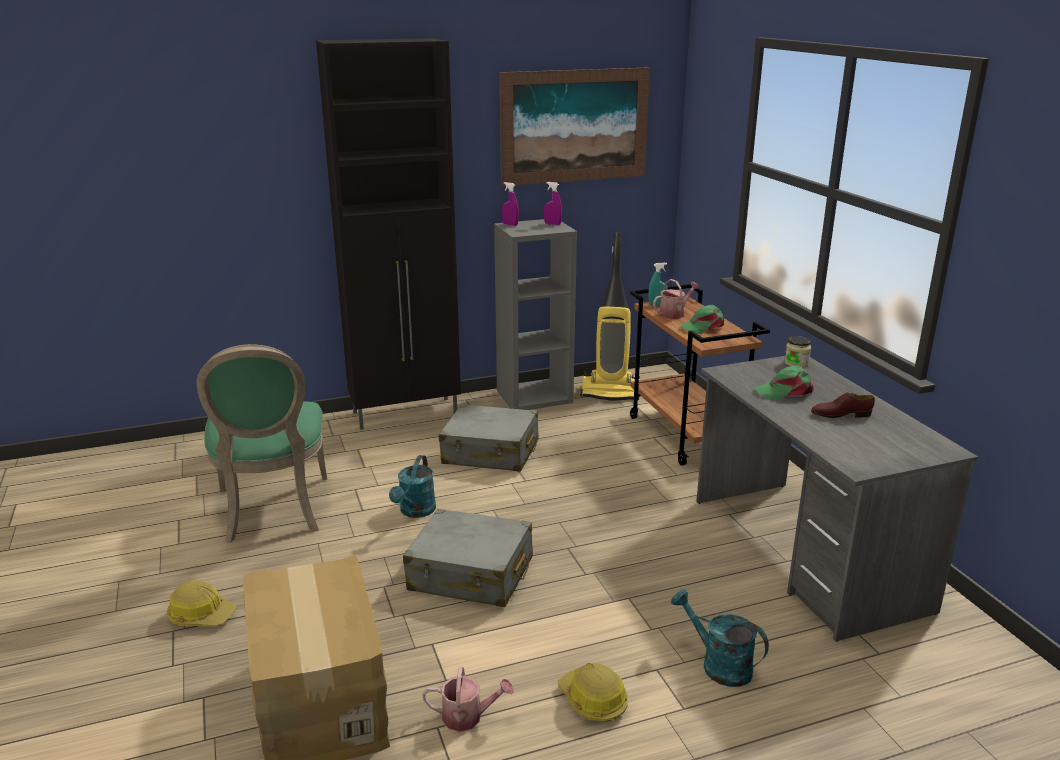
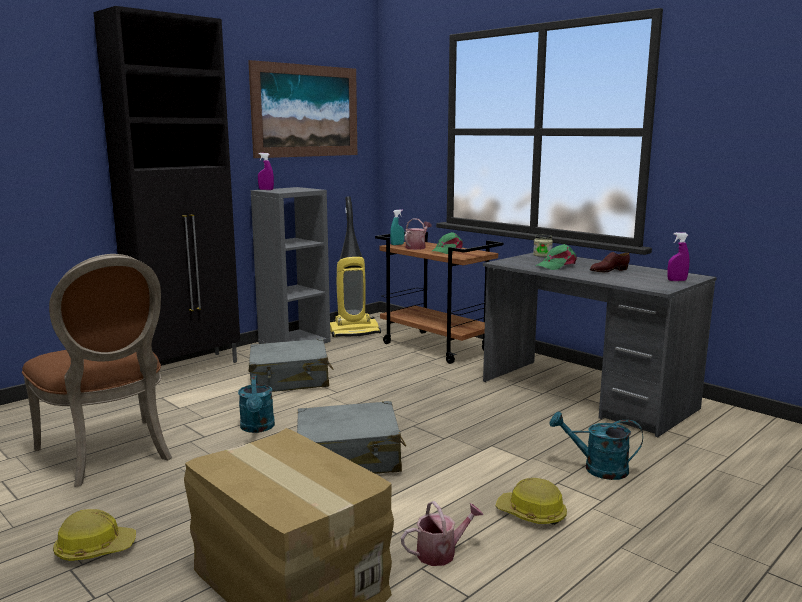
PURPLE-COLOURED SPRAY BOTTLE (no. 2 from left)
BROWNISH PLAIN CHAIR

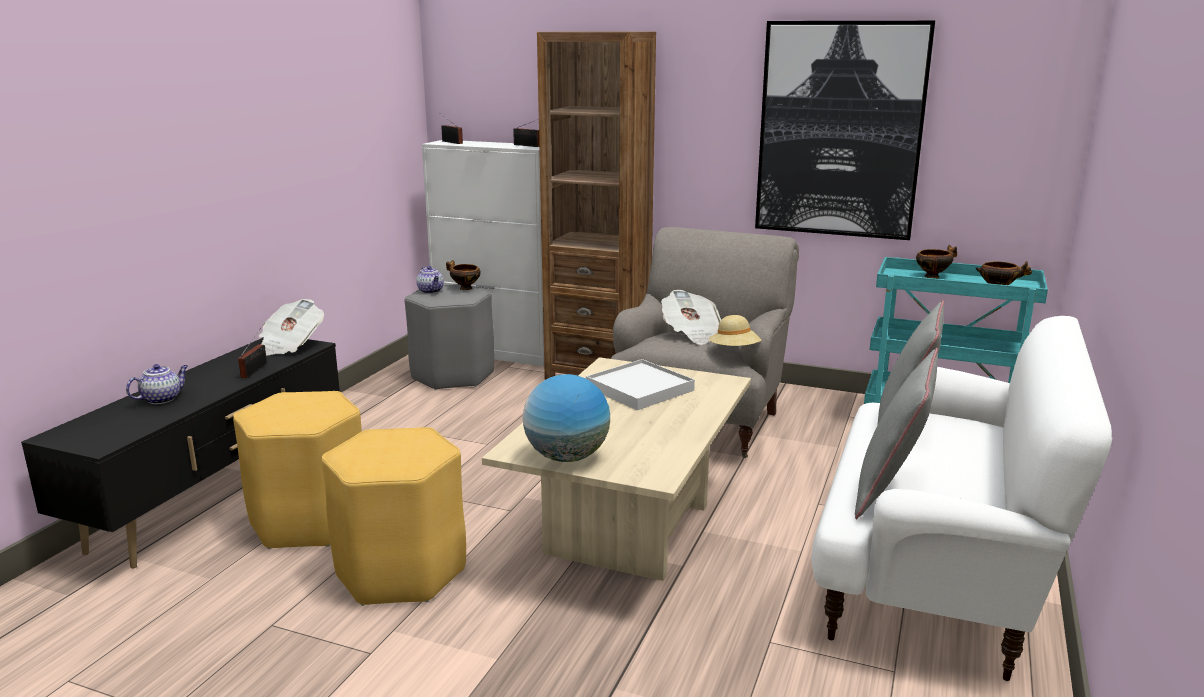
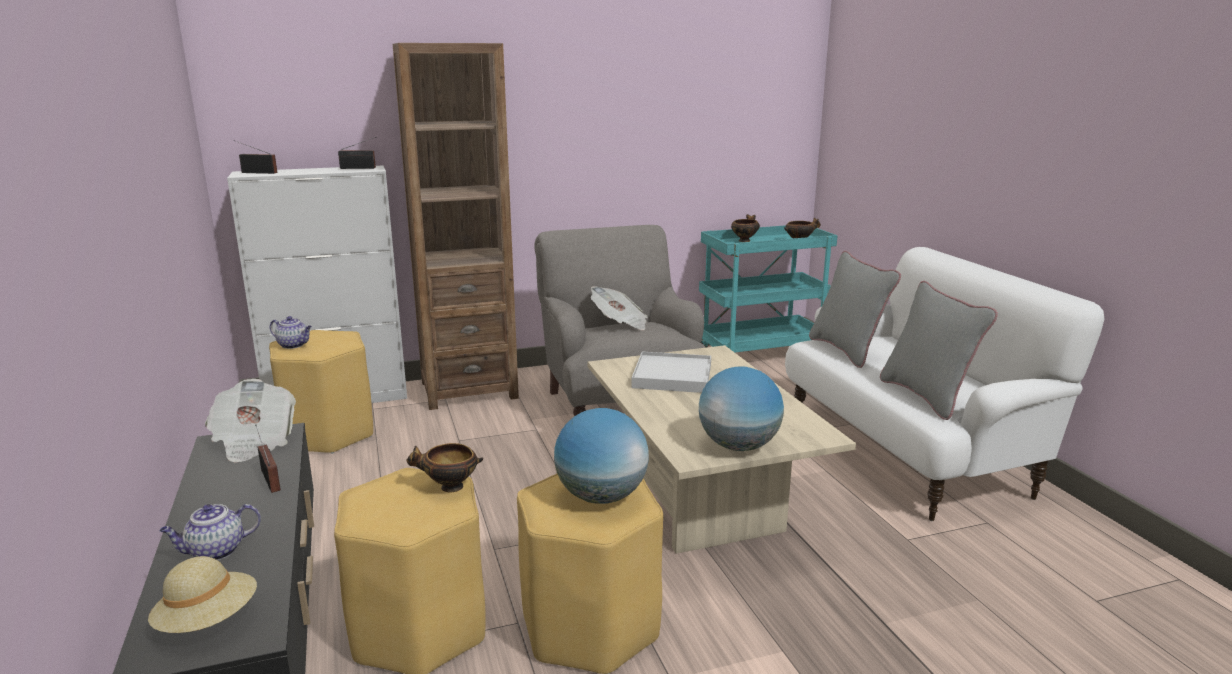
WALL ART
WORLD GLOBE (no. 1 from left)
SERVING BOWL (no. 1 from left)
BEIGE WEARABLE HAT
YELLOW STOOL SEAT (no. 1 from left)
TEA POT (no. 1 from left)

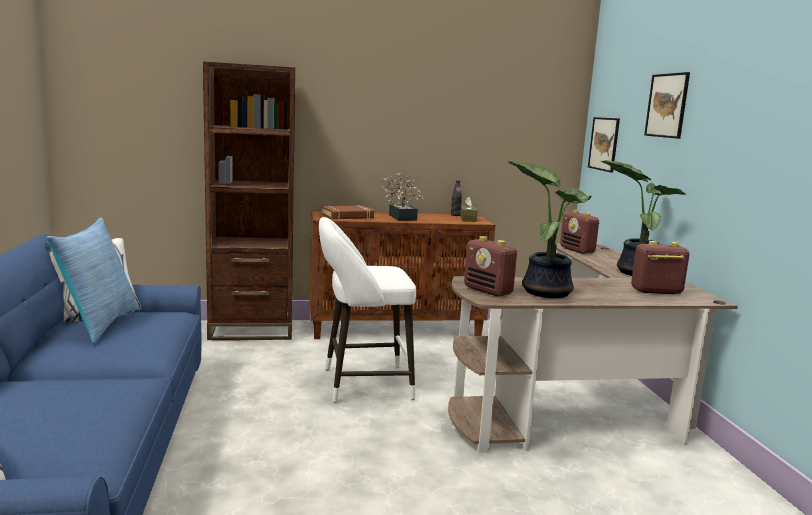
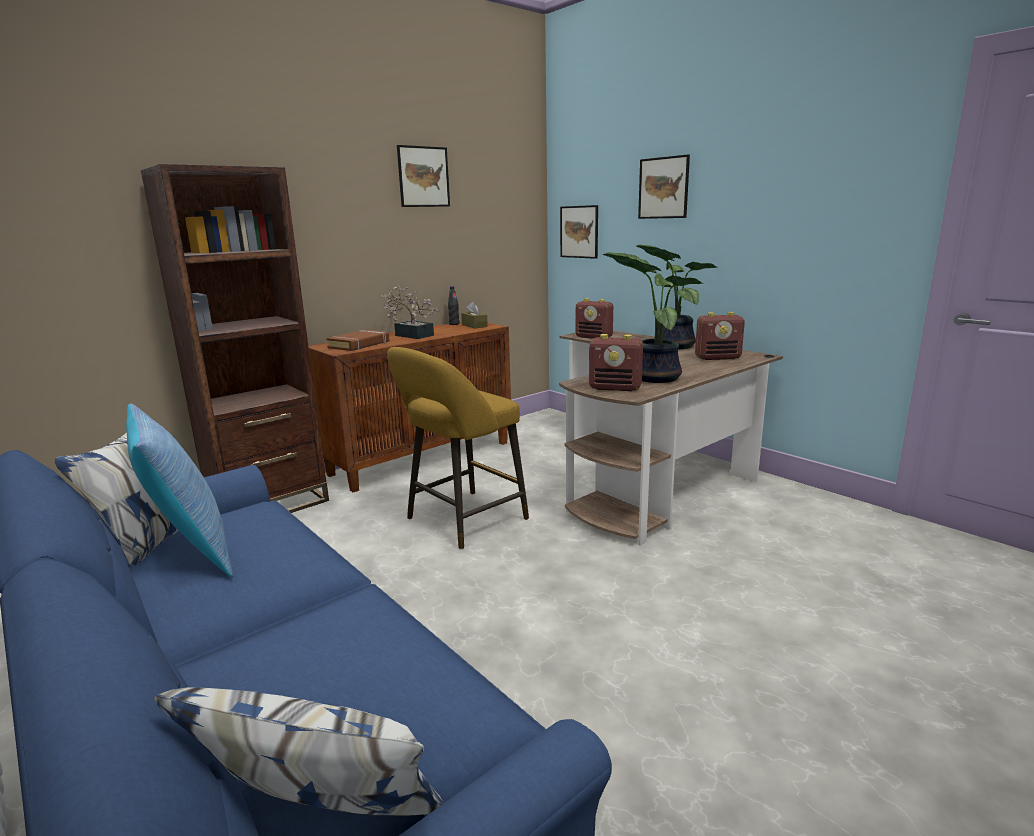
WALL ART (no. 1 from left)
YELLOW STOOL SEAT
RADIO SET (no. 3 from left)

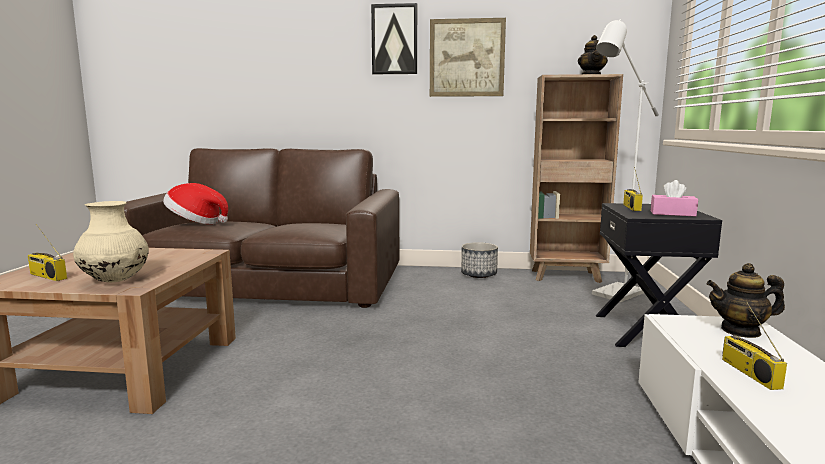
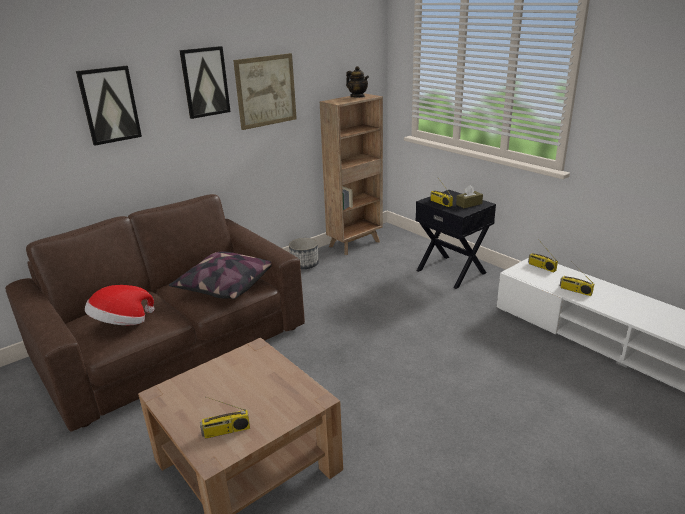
BEIGE VASE
WHITE-COLOURED STANDARD LAMP
WALL ART (no. 1 from left)
THROW PILLOW
RADIO SET (no. 3 from left)
BROWNISH BOX OF TISSUES

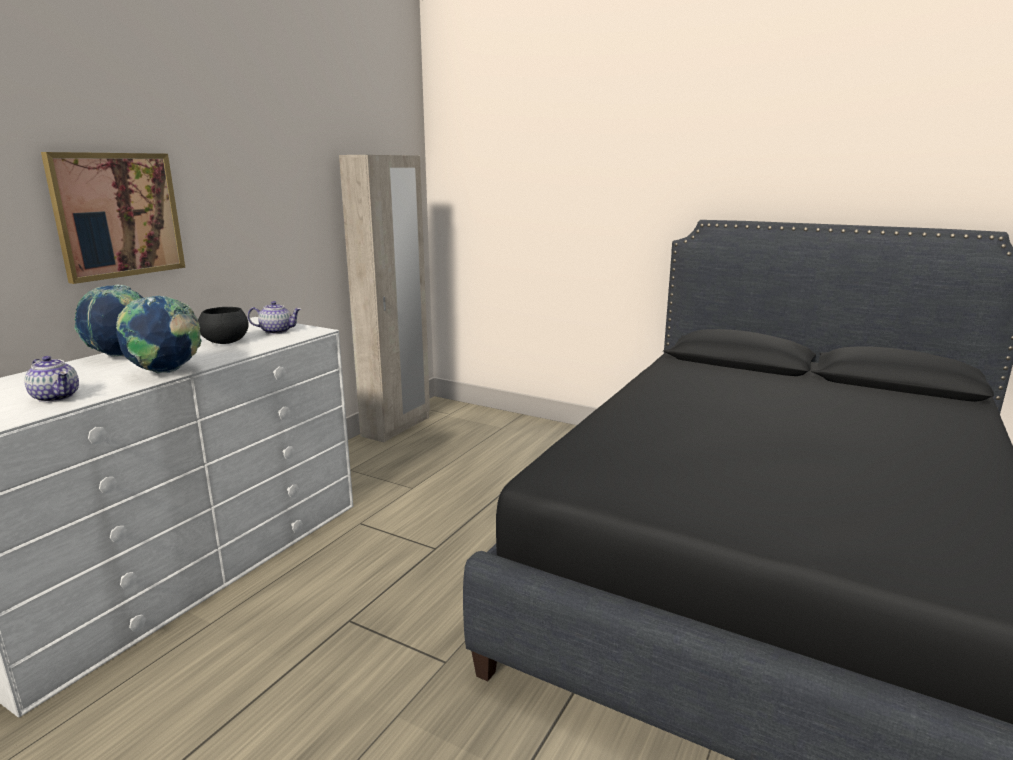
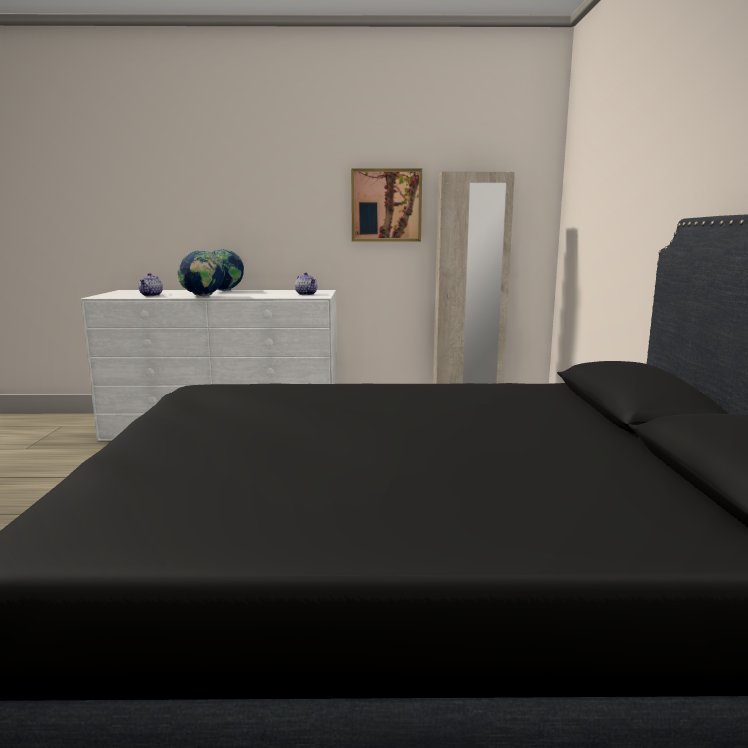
BLACK-COLOURED SERVING BOWL
WALL ART

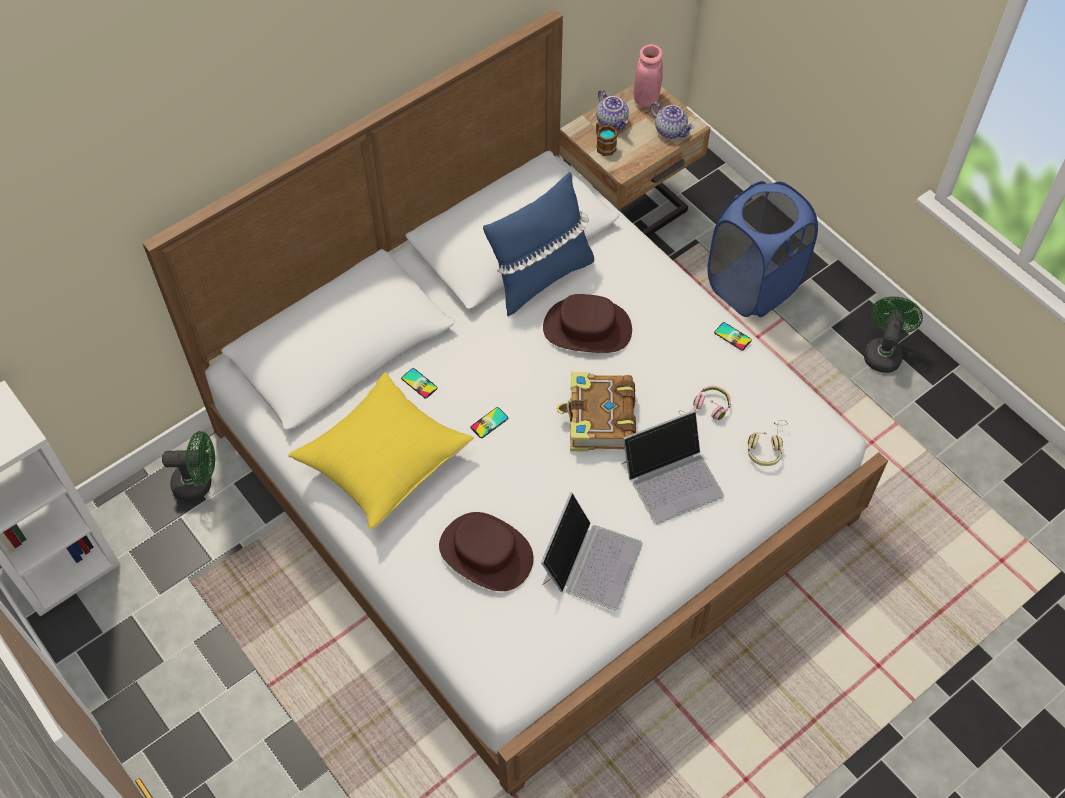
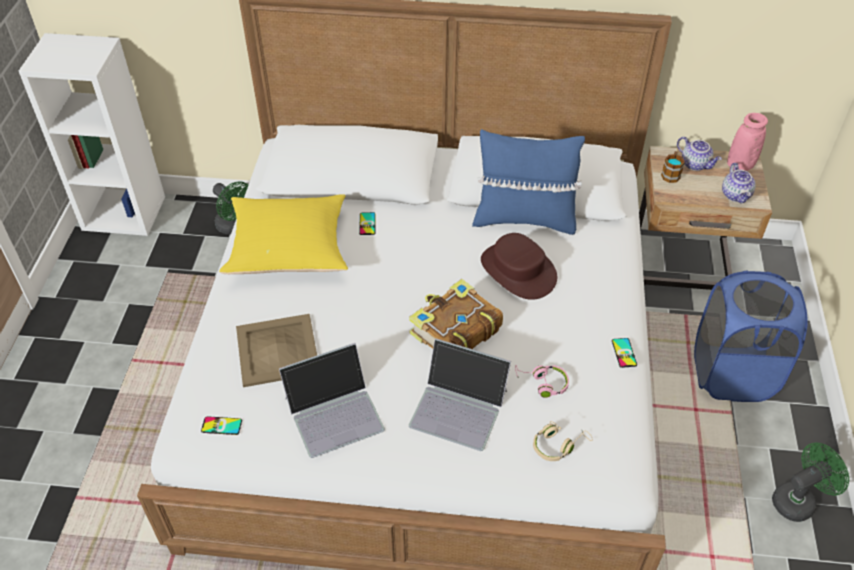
PHONE (no. 1 from left)
BEIGE TRAY
TEA POT (no. 1 from left)

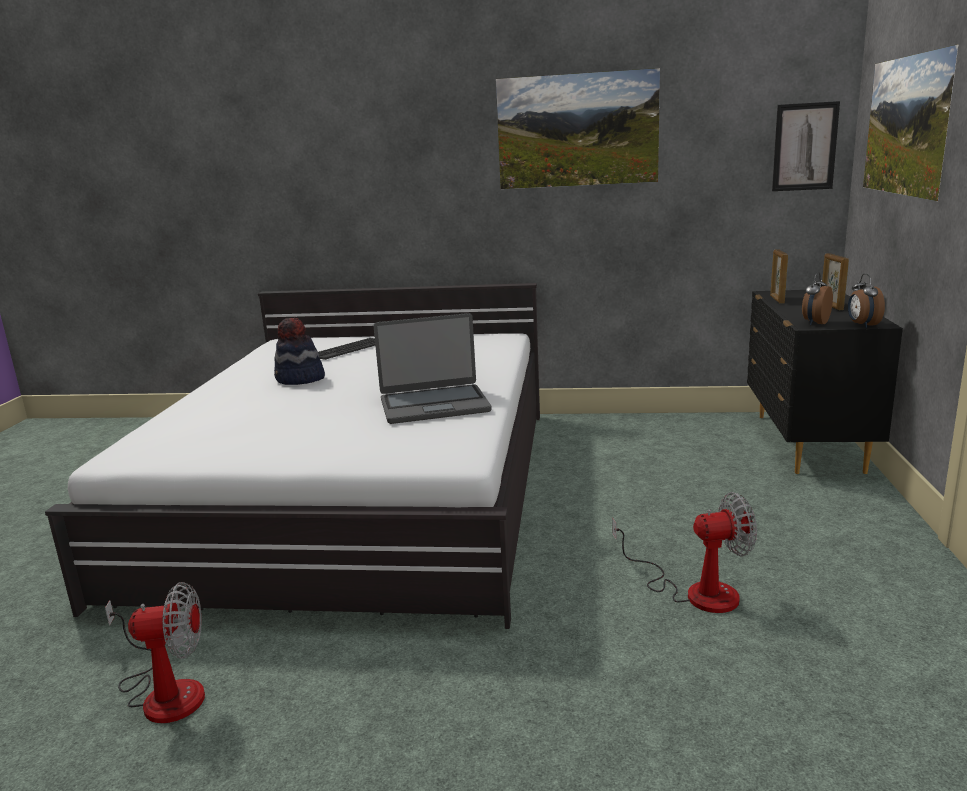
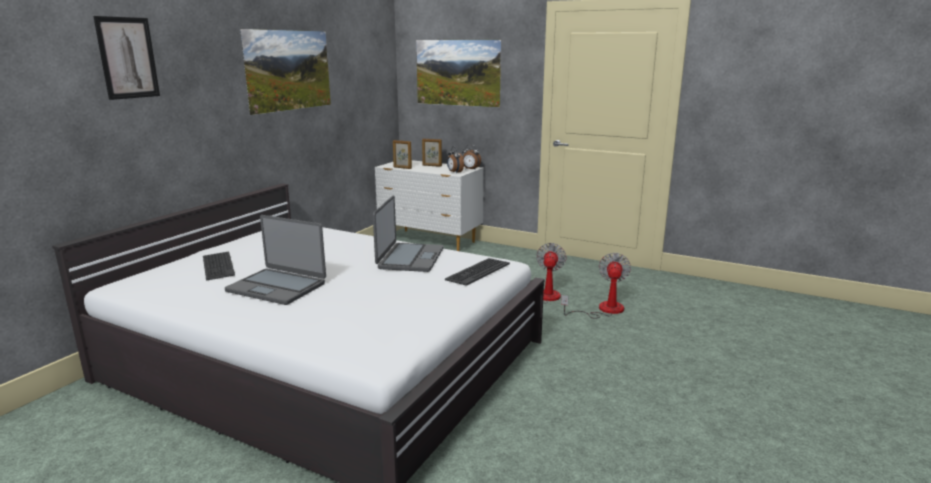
PC KEYBOARD (no. 2 from left)
FAN (no. 2 from left)
WALL ART (no. 1 from left)
NOTEBOOK COMPUTER (no. 1 from left)
WHITE-COLOURED DRESSER

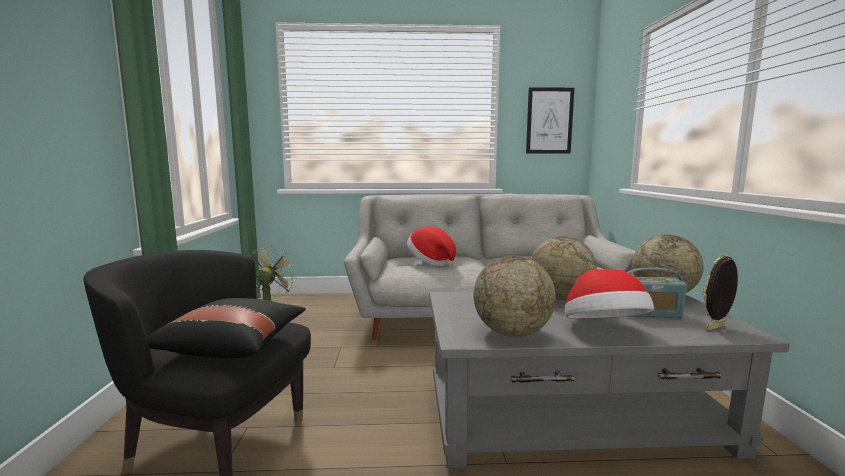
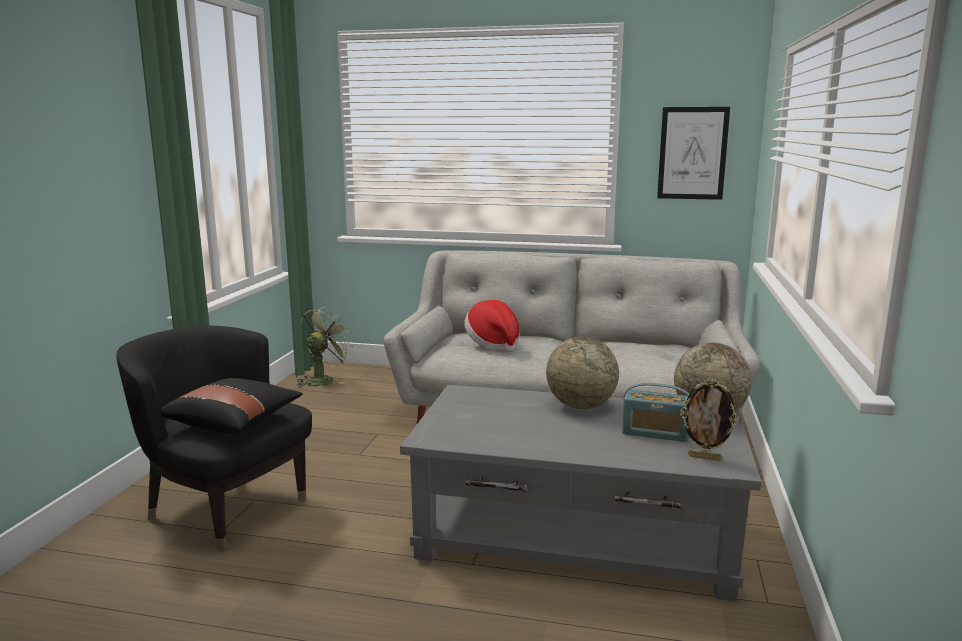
WORLD GLOBE (no. 1 from left in the first image)
WEARABLE HAT (no. 2 from left in the first image)
PICTURE FRAME

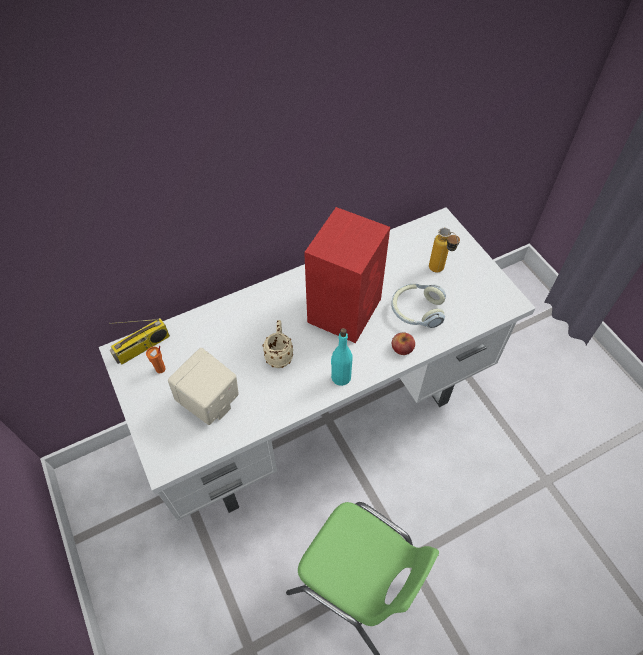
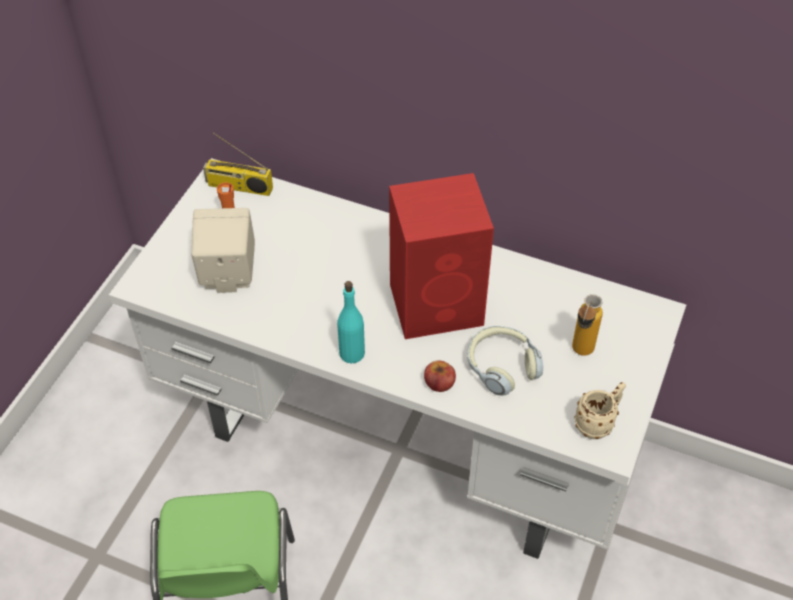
BEIGE COFFEE MUG

